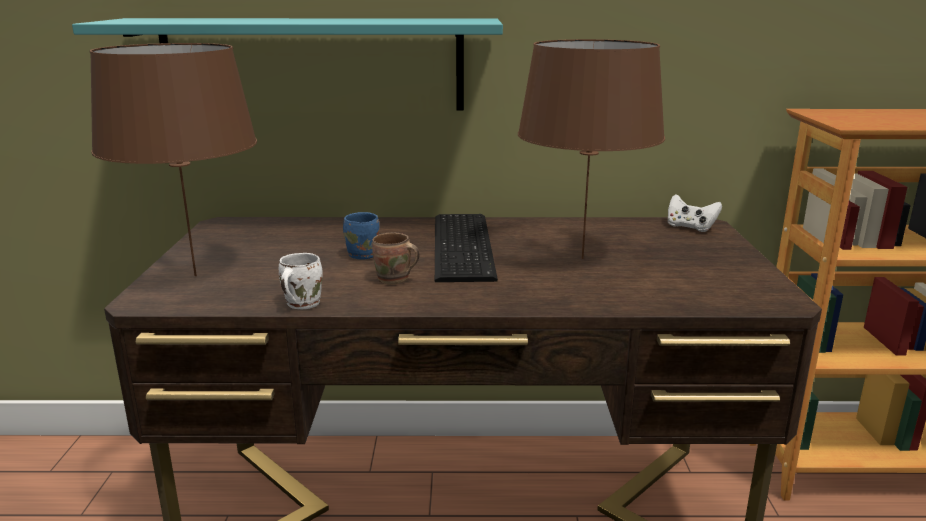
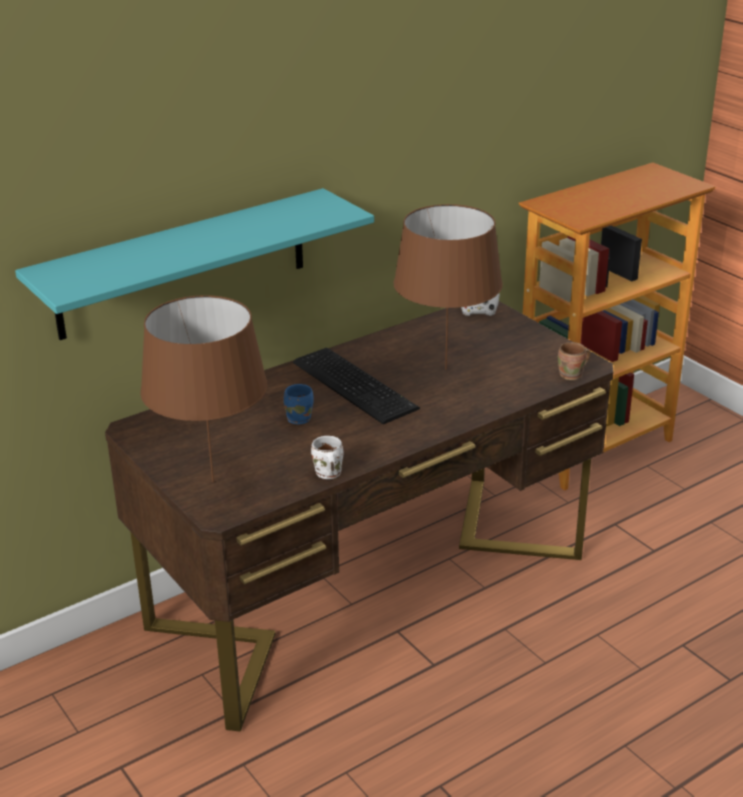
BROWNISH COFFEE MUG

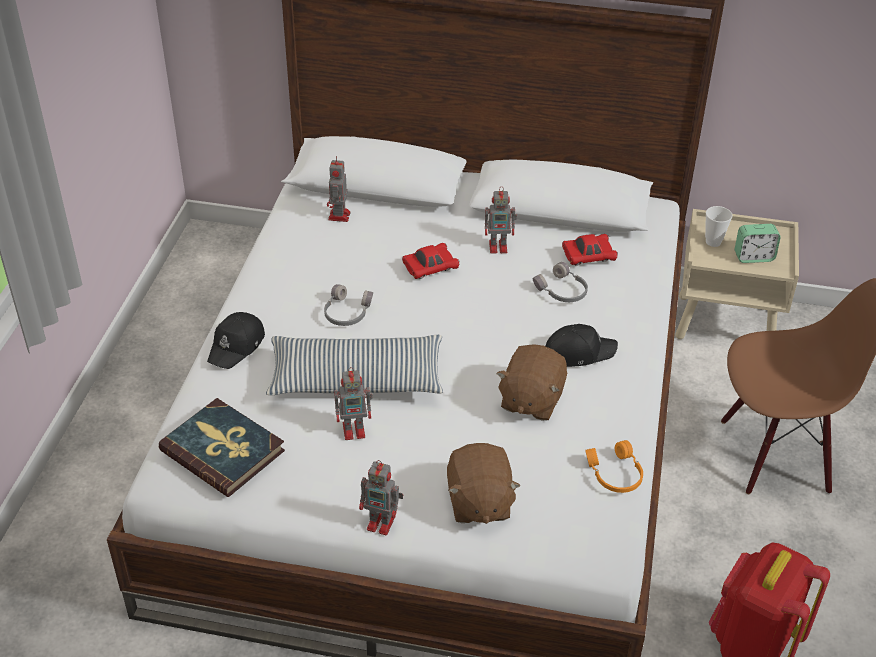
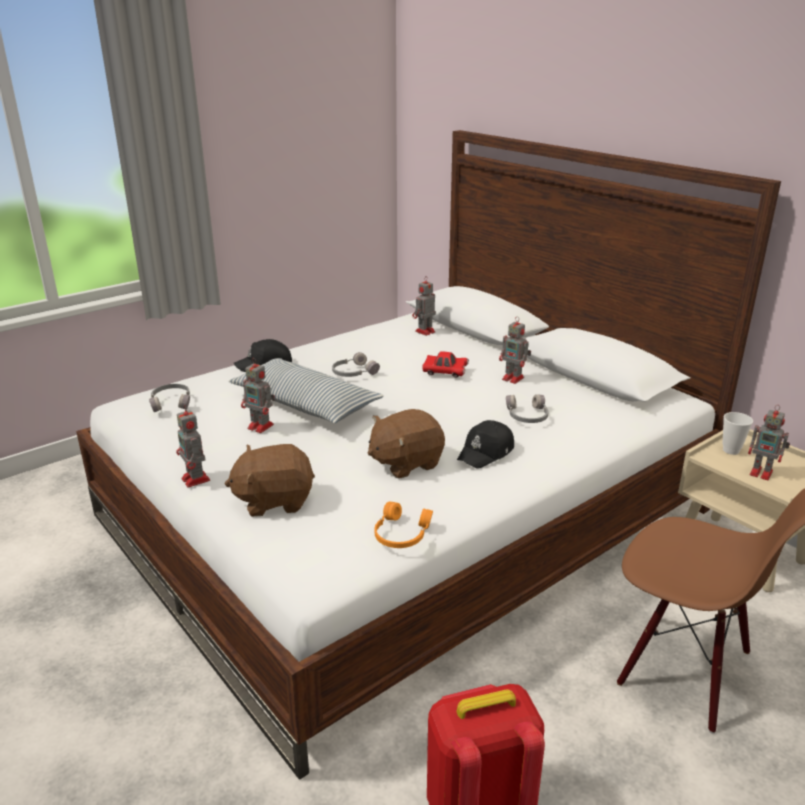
RED-COLOURED TOY CAR (no. 2 from left in the first image)
GRAY HEADPHONES (no. 1 from left)
TOY ROBOT (no. 5 from left)
BROWNISH CUDDLY TOY (no. 1 from left)
BLACK-COLOURED BASEBALL CAP (no. 2 from left)

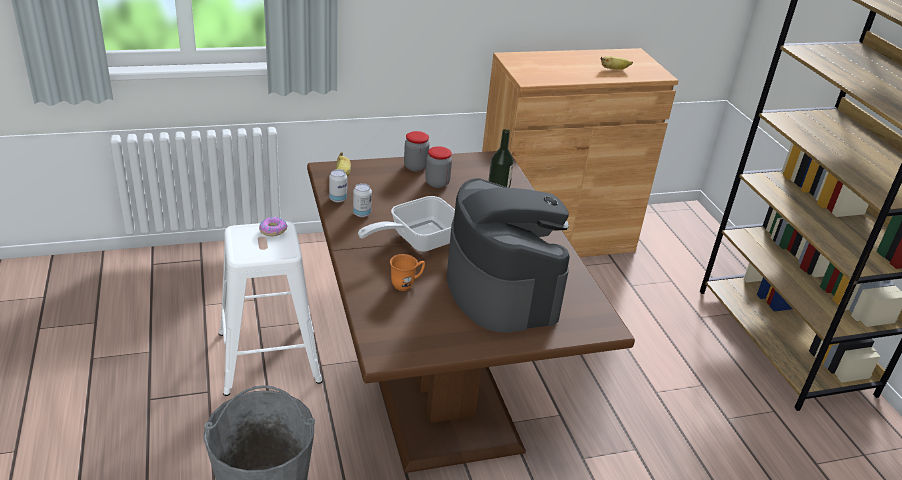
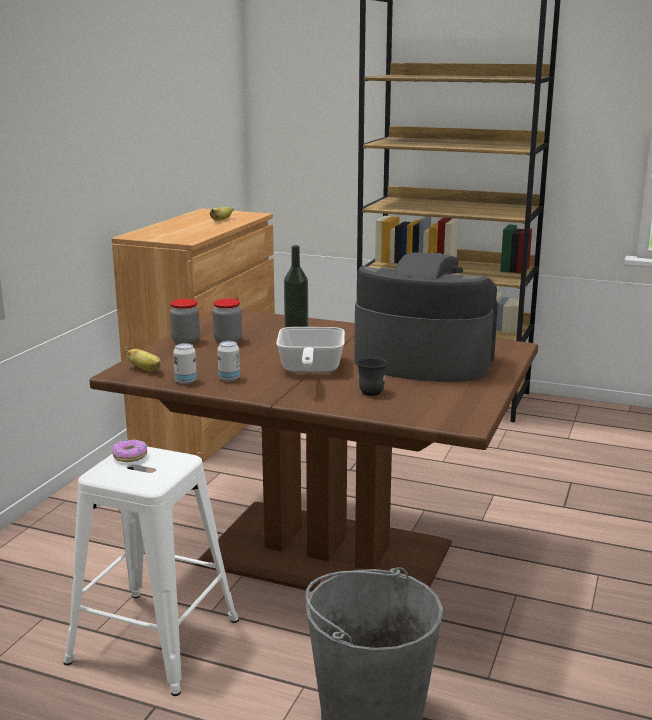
GRAY COFFEE MUG

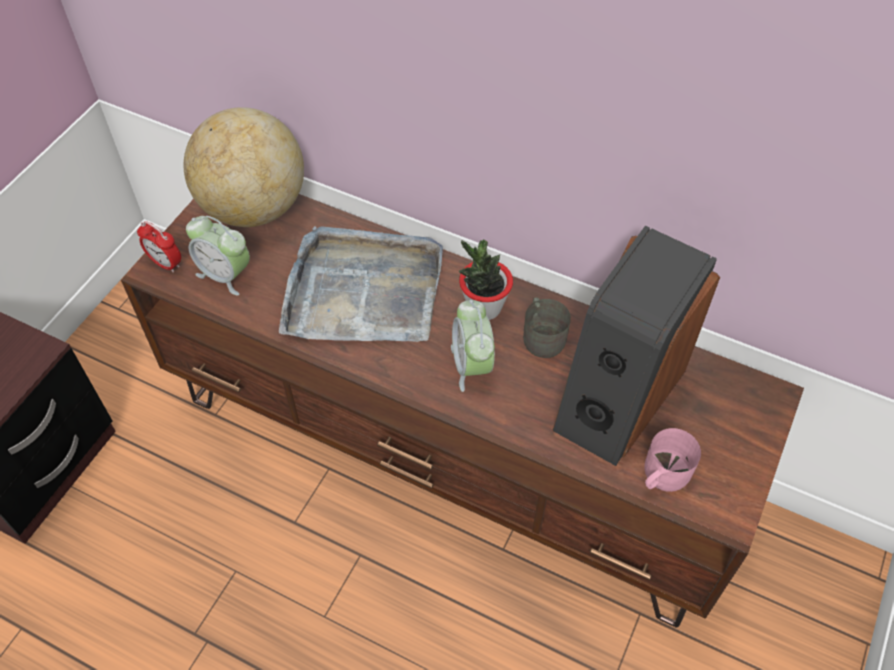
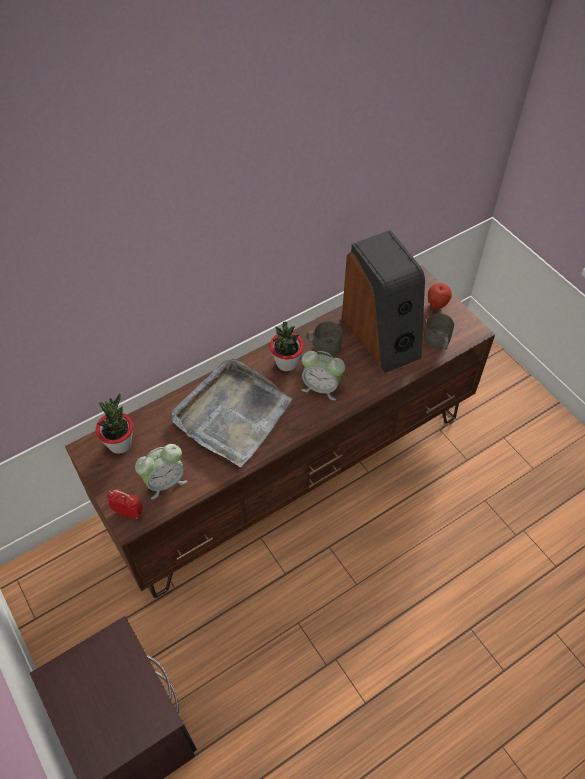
APPLE
HOUSEPLANT (no. 1 from left)
GRAY COFFEE MUG (no. 2 from left)
ALARM CLOCK (no. 1 from left)

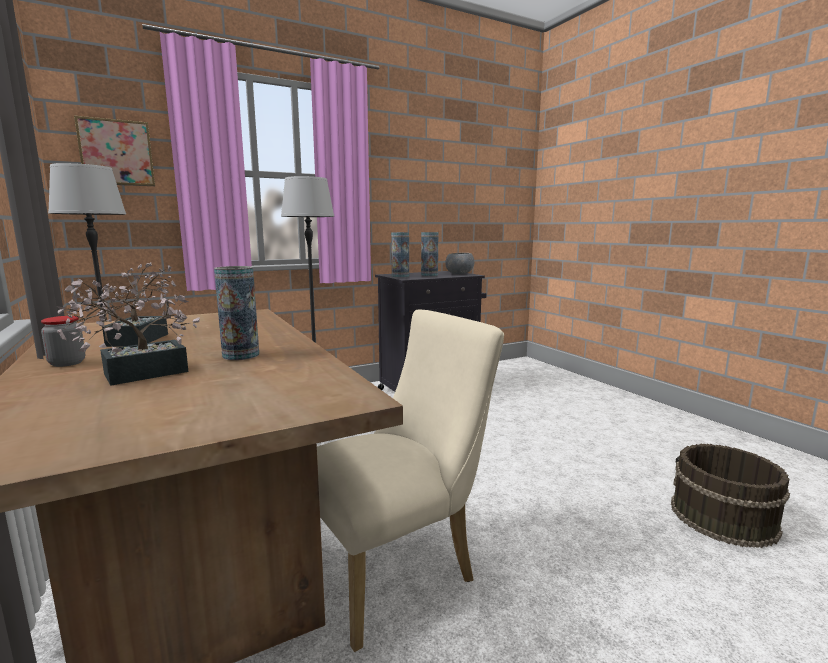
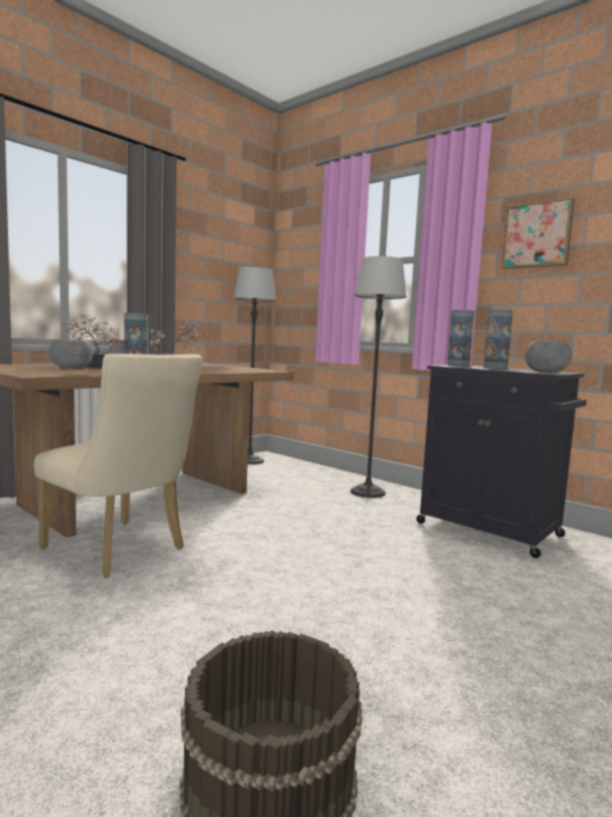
GRAY SERVING BOWL (no. 1 from left)
WALL ART

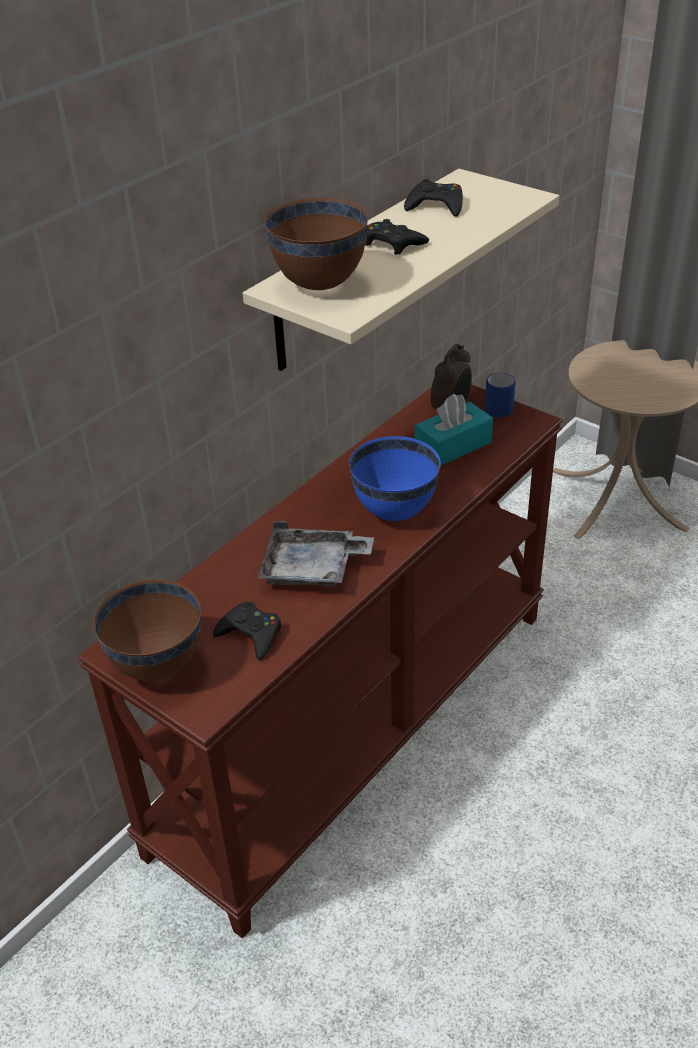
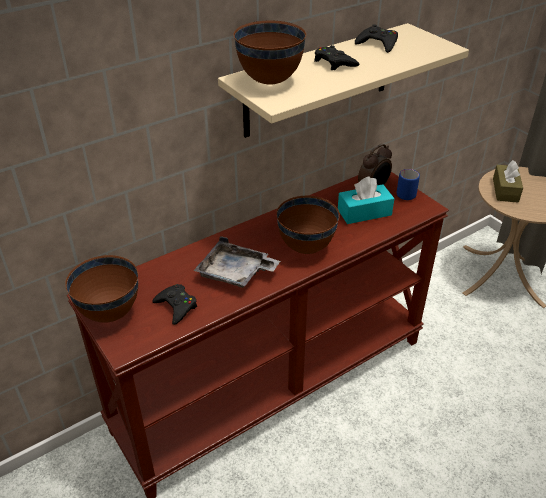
BROWNISH BOX OF TISSUES
BROWNISH SERVING BOWL (no. 3 from left)

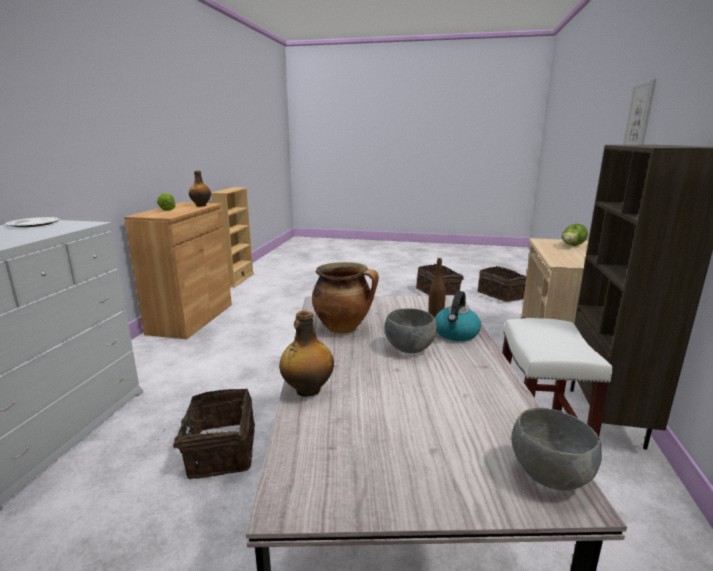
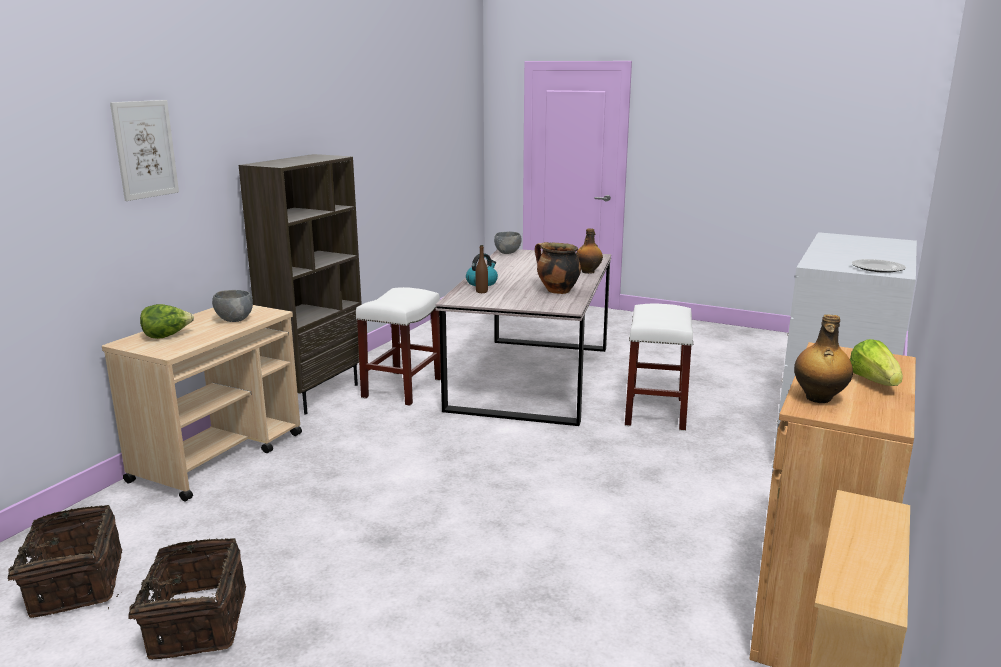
GRAY SERVING BOWL (no. 1 from left)
WHITE-COLOURED STOOL SEAT (no. 2 from left)

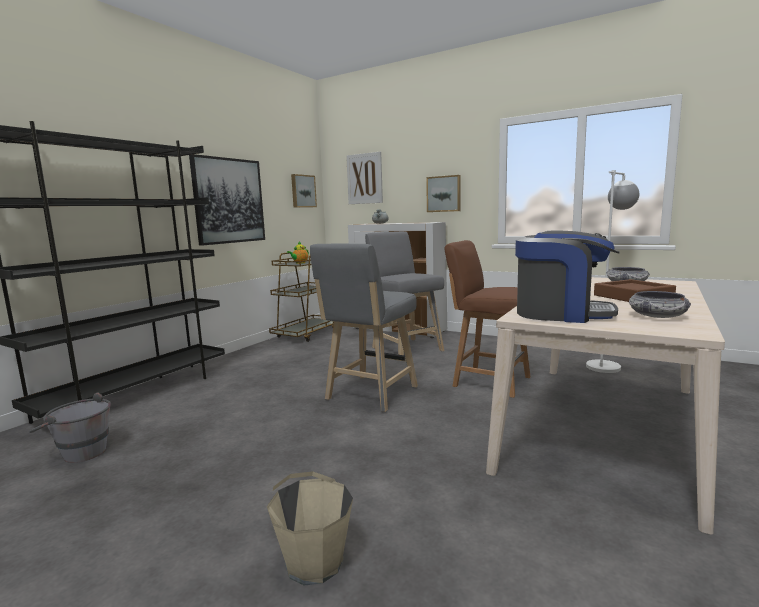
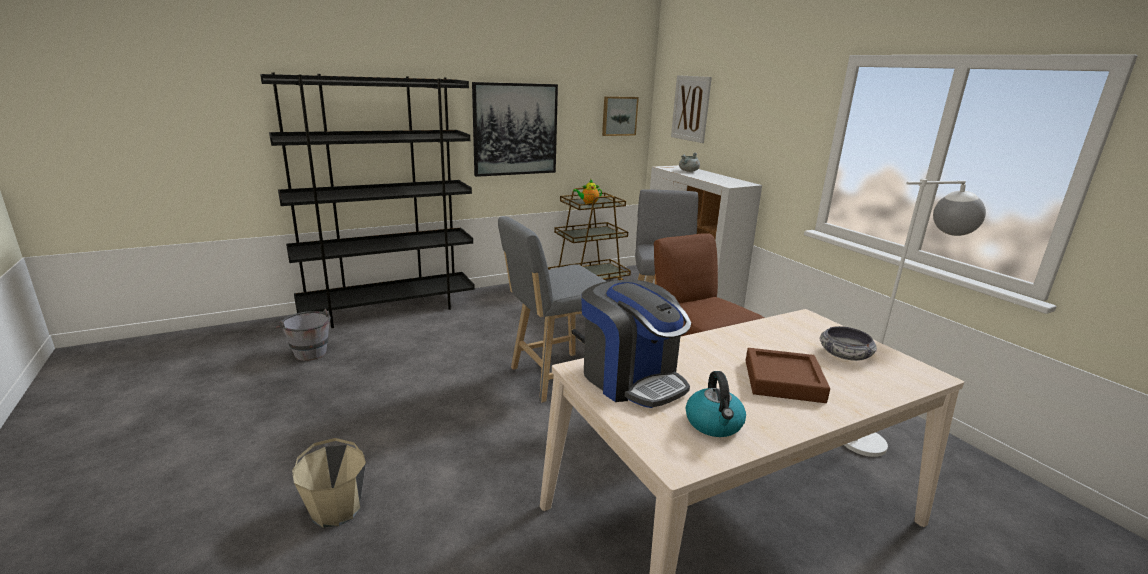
WALL ART (no. 4 from left in the first image)
WATER KETTLE

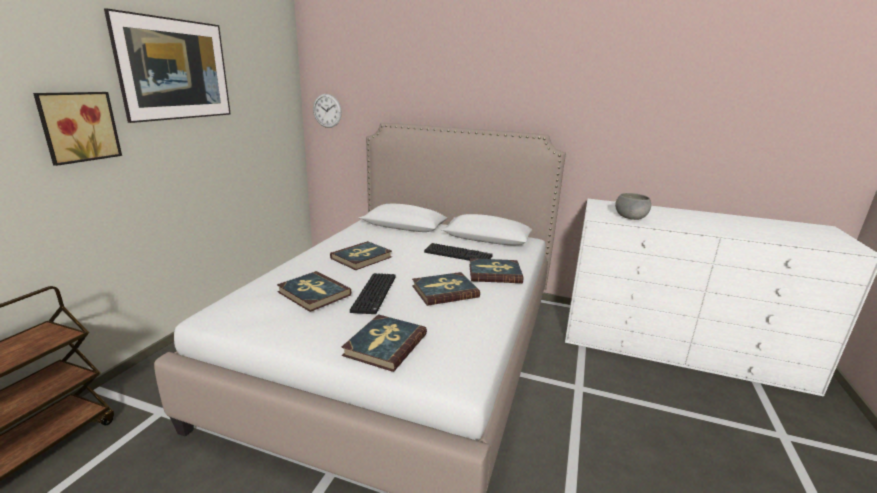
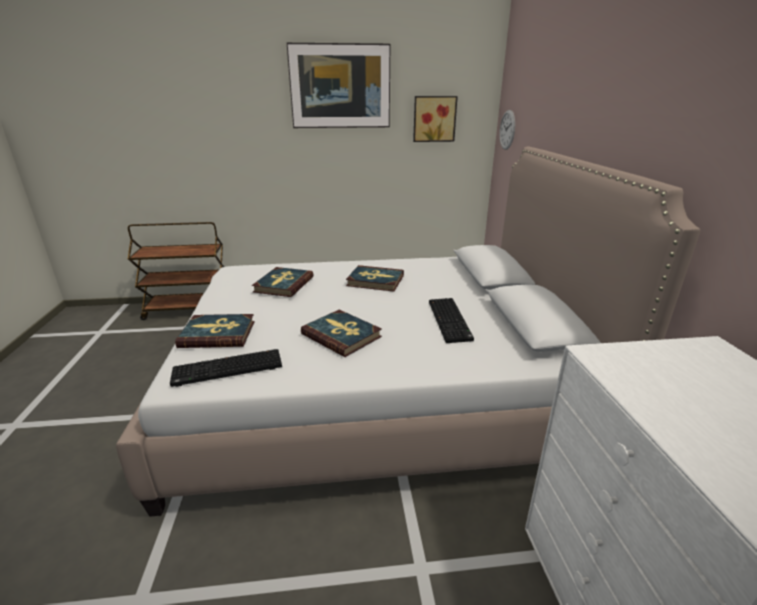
BOOK (no. 5 from left in the first image)
GRAY SERVING BOWL
WALL ART (no. 2 from left)
PC KEYBOARD (no. 1 from left)

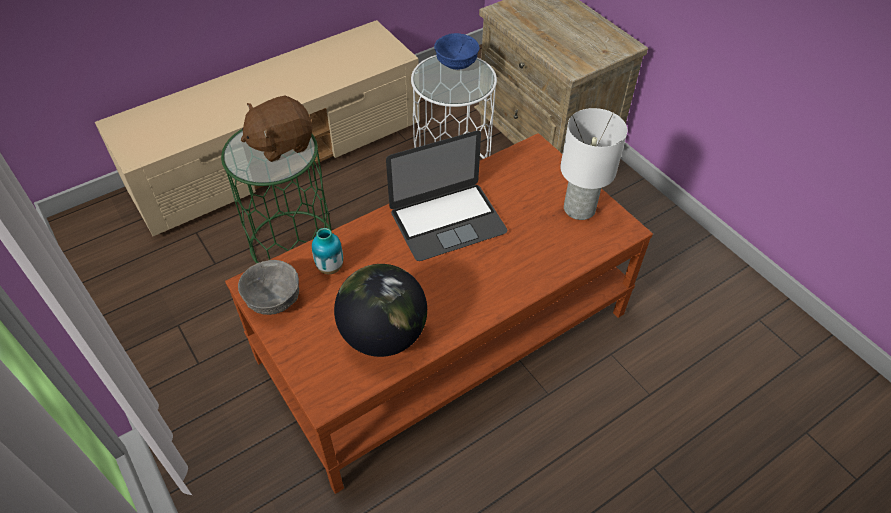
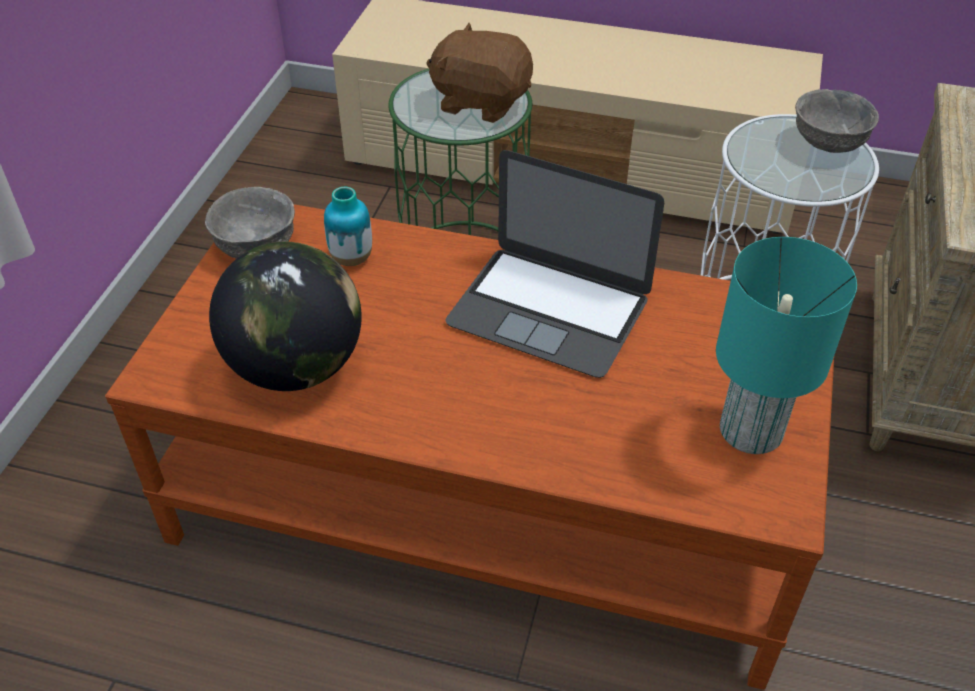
GRAY SERVING BOWL (no. 2 from left)
BLUE-GREEN TABLETOP LAMP

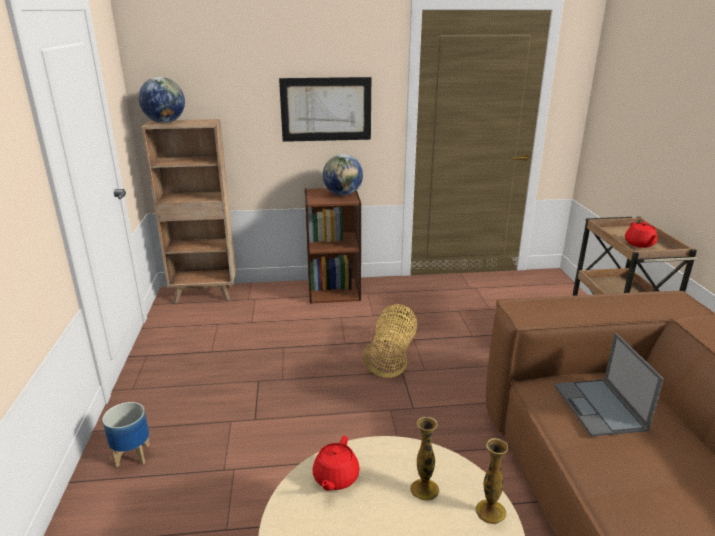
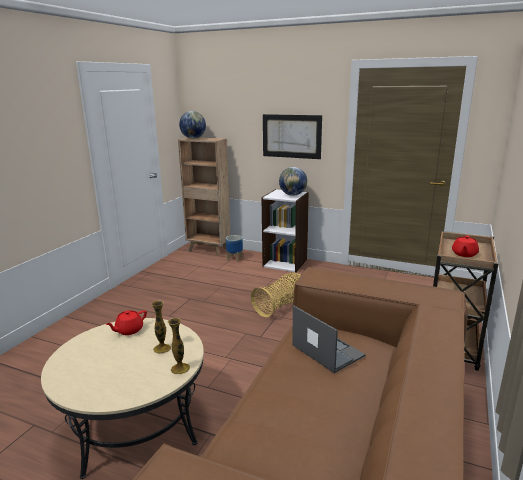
FLOWER POT
WHITE-COLOURED BOOKCASE
NOTEBOOK COMPUTER

